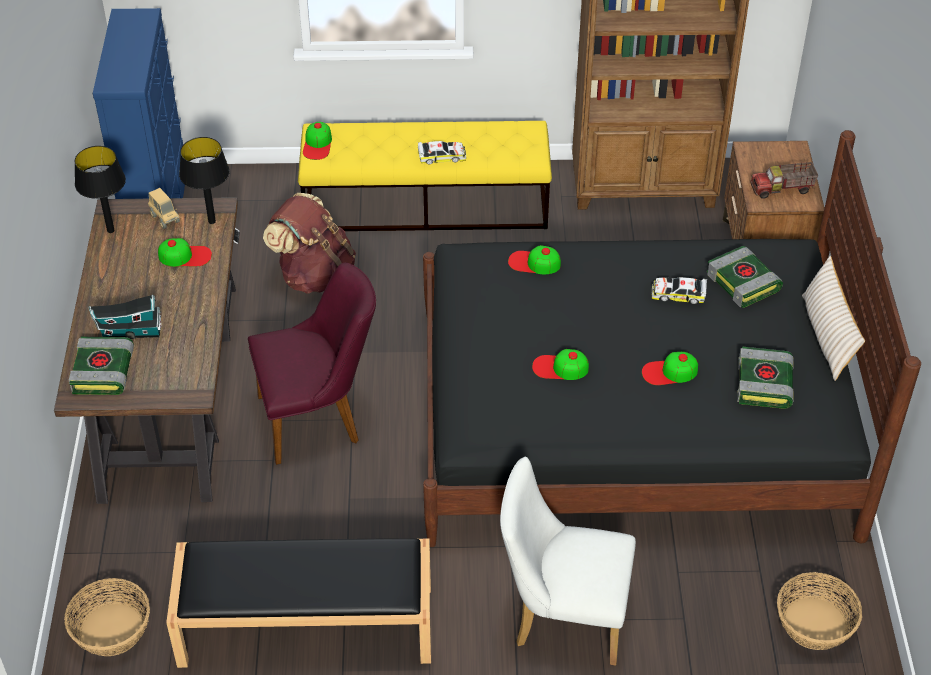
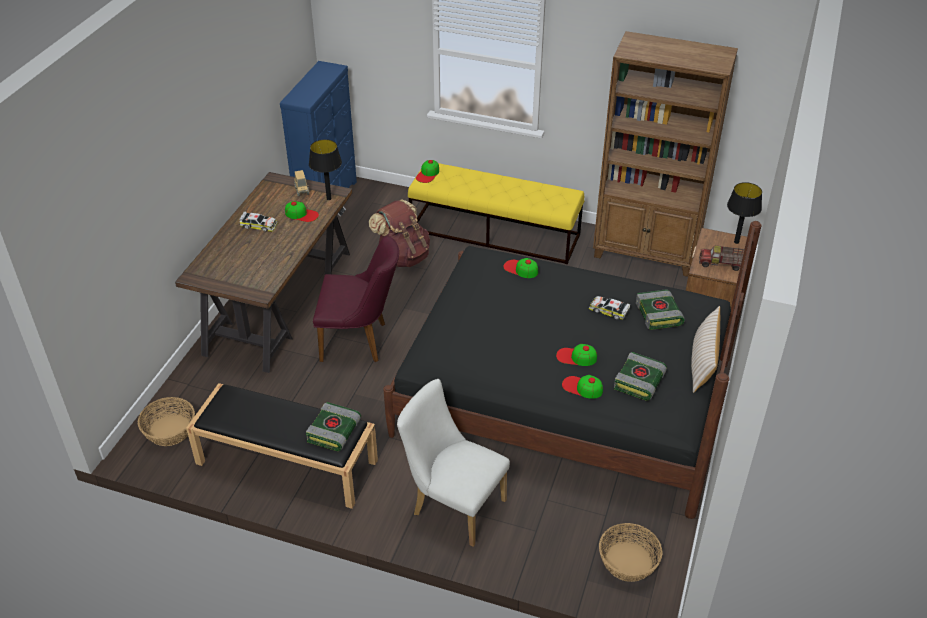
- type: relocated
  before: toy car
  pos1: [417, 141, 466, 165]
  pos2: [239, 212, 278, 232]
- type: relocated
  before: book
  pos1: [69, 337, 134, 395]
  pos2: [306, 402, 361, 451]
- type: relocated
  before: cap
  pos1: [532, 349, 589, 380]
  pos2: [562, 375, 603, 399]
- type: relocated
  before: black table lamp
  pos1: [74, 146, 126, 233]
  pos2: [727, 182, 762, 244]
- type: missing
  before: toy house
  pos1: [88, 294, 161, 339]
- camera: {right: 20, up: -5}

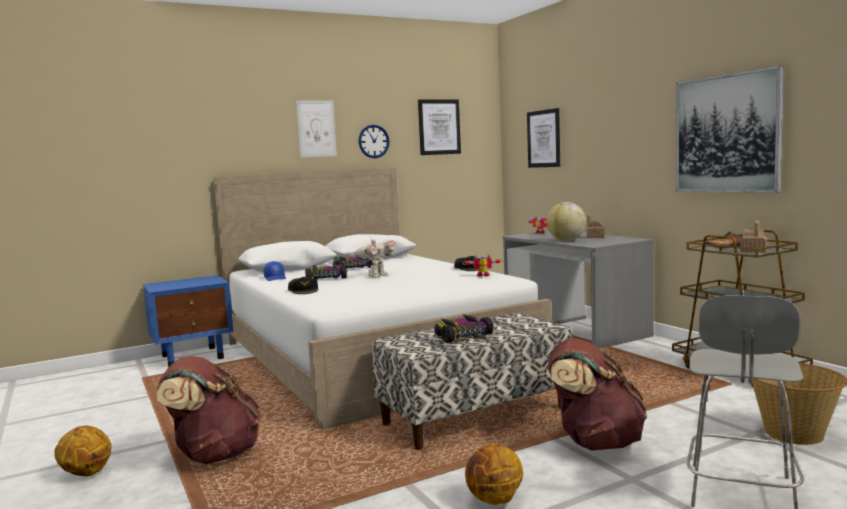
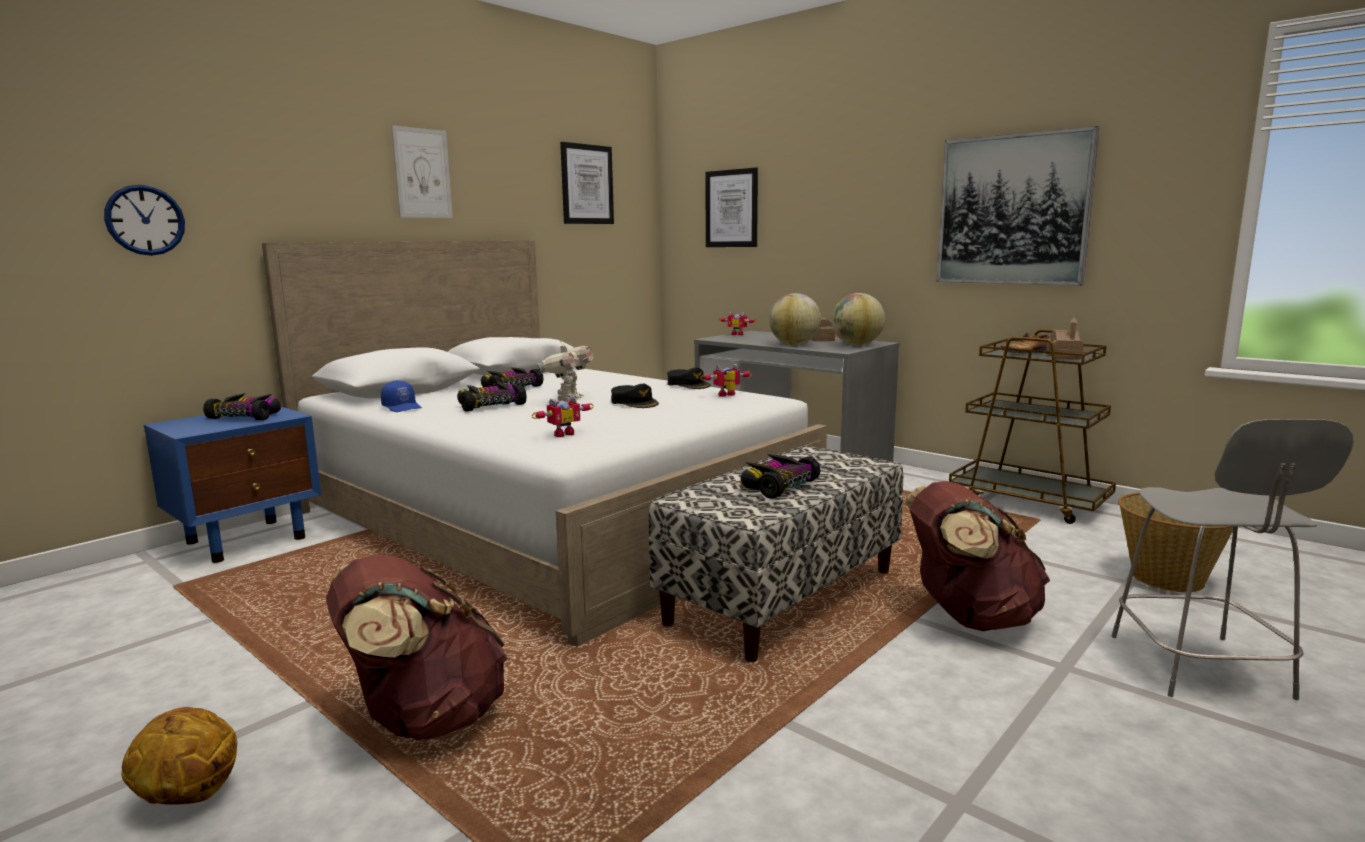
- type: relocated
  before: wall clock
  pos1: [358, 124, 389, 158]
  pos2: [104, 185, 185, 256]
- type: appeared
  after: toy car
  pos2: [203, 393, 281, 420]
- type: appeared
  after: toy robot
  pos2: [532, 395, 594, 437]
- type: relocated
  before: black cap
  pos1: [288, 277, 318, 294]
  pos2: [611, 384, 659, 408]
- type: appeared
  after: globe
  pos2: [832, 293, 885, 345]
- type: missing
  before: basketball
  pos1: [465, 443, 523, 505]
- camera: {right: -20, up: 5}

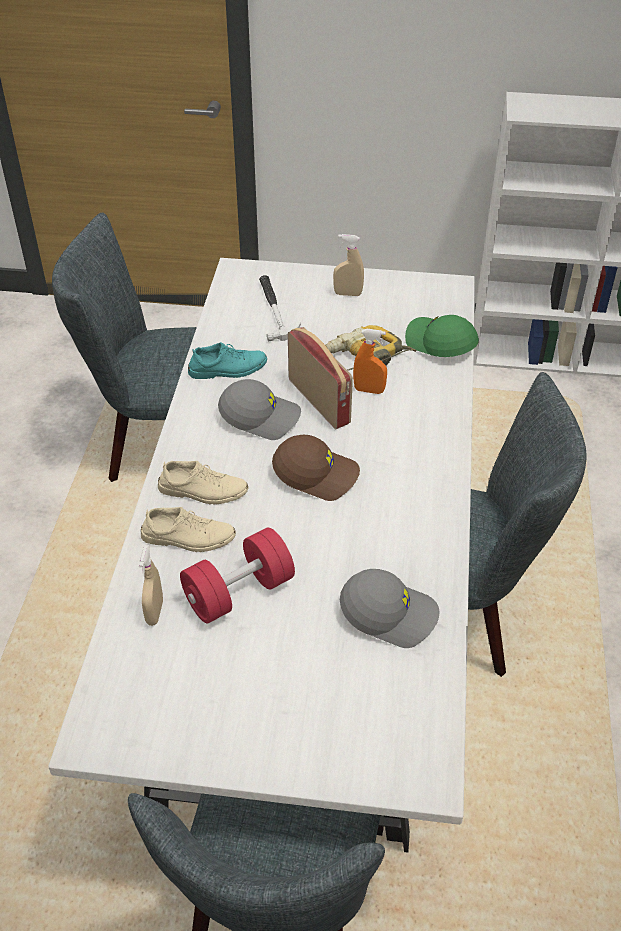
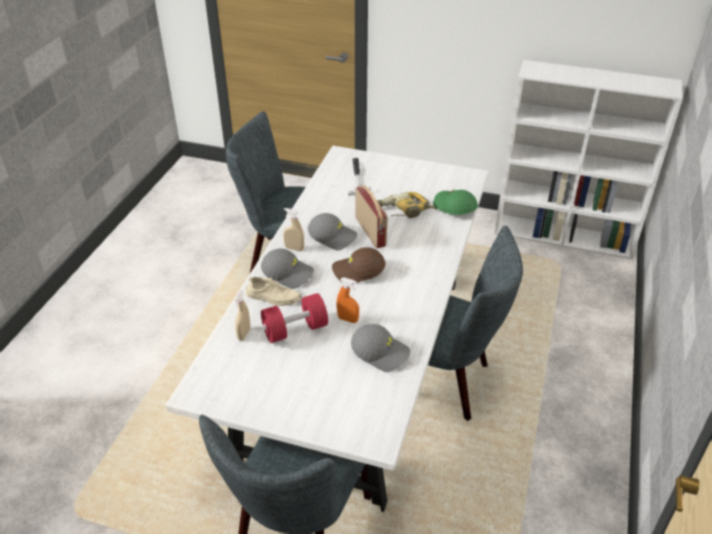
- type: exchanged
  before: beige shoe
  after: grey cap
  pos1: [158, 461, 248, 505]
  pos2: [261, 249, 314, 289]
- type: relocated
  before: beige spray bottle
  pos1: [333, 234, 364, 296]
  pos2: [283, 208, 304, 251]
- type: spun
  before: brown cap
  pos1: [272, 435, 360, 501]
  pos2: [332, 247, 385, 284]
  turn: 150
- type: relocated
  before: orange spray bottle
  pos1: [353, 329, 387, 394]
  pos2: [336, 277, 359, 323]
- type: missing
  before: turquoise shoe
  pos1: [188, 342, 267, 379]
- camera: {right: 10, up: -5}

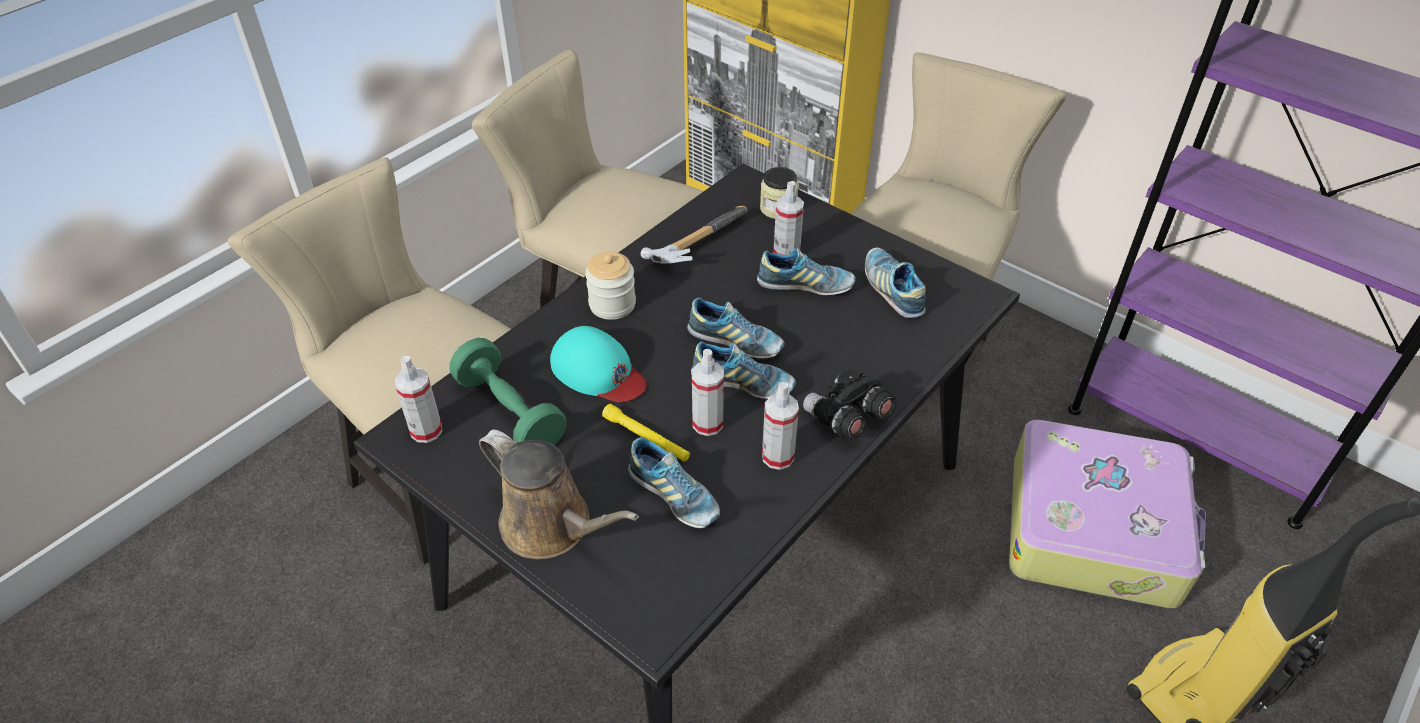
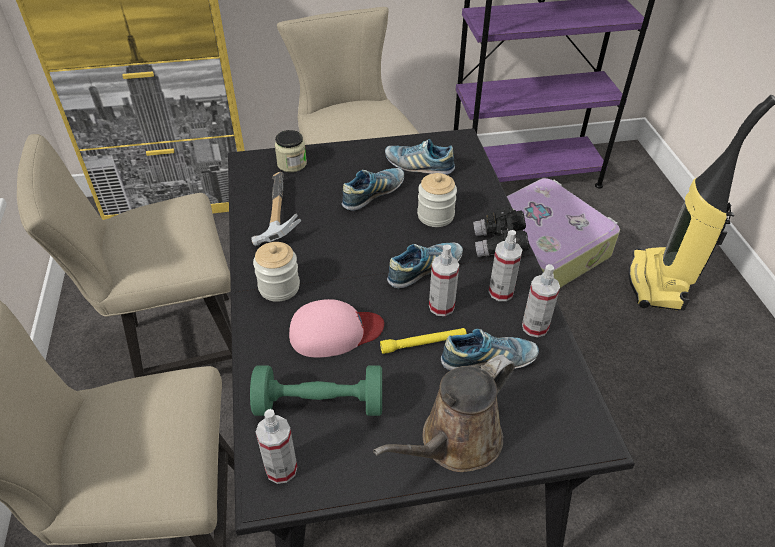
- type: colour
  before: turquoise cap
  after: pink cap
  pos1: [550, 326, 647, 402]
  pos2: [289, 299, 384, 358]
- type: spun
  before: brown watering can
  pos1: [479, 430, 639, 559]
  pos2: [373, 355, 515, 472]
  turn: 150
- type: appeared
  after: jar
  pos2: [417, 173, 457, 227]
- type: relocated
  before: spray bottle
  pos1: [773, 181, 804, 255]
  pos2: [522, 264, 560, 337]
- type: missing
  before: shoe
  pos1: [687, 297, 785, 359]
- camera: {right: -50, up: 0}

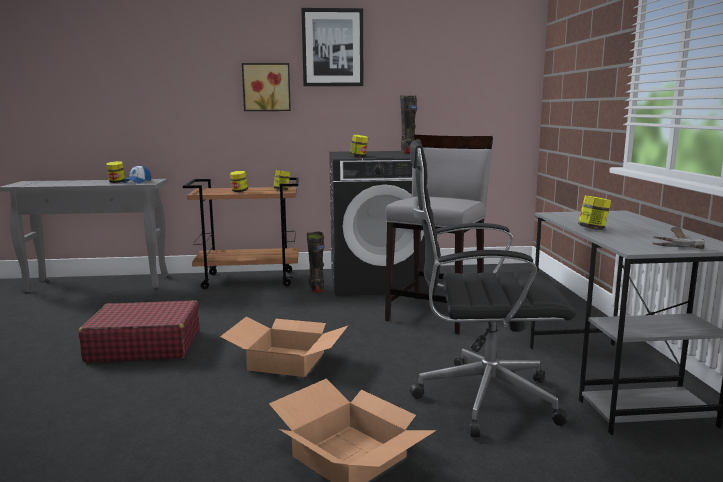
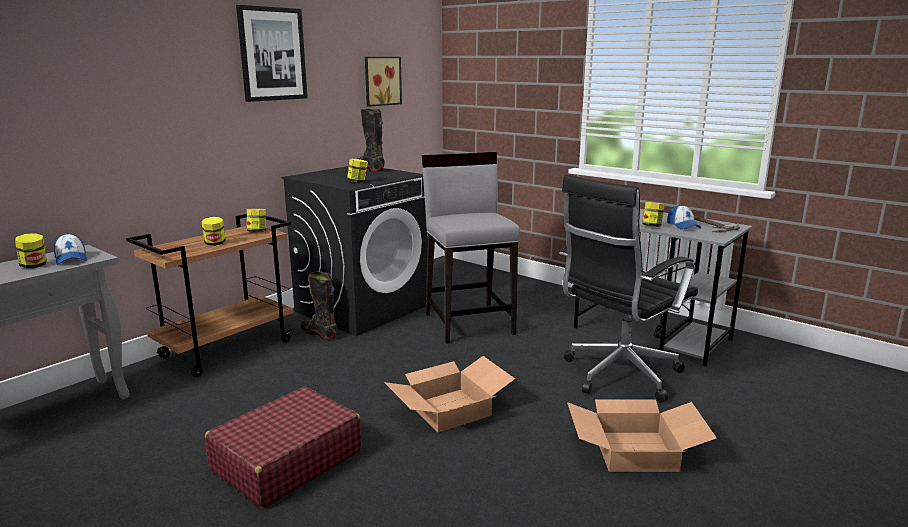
- type: relocated
  before: picture
  pos1: [242, 63, 291, 111]
  pos2: [365, 57, 402, 107]
- type: appeared
  after: cap
  pos2: [667, 205, 701, 230]
- camera: {right: -45, up: 5}

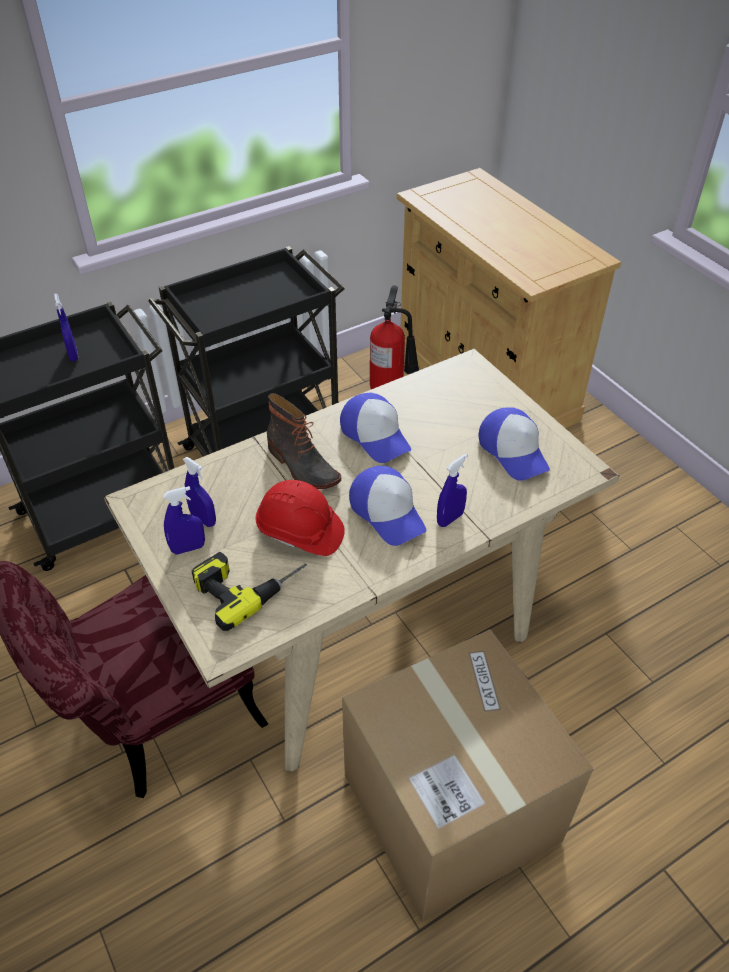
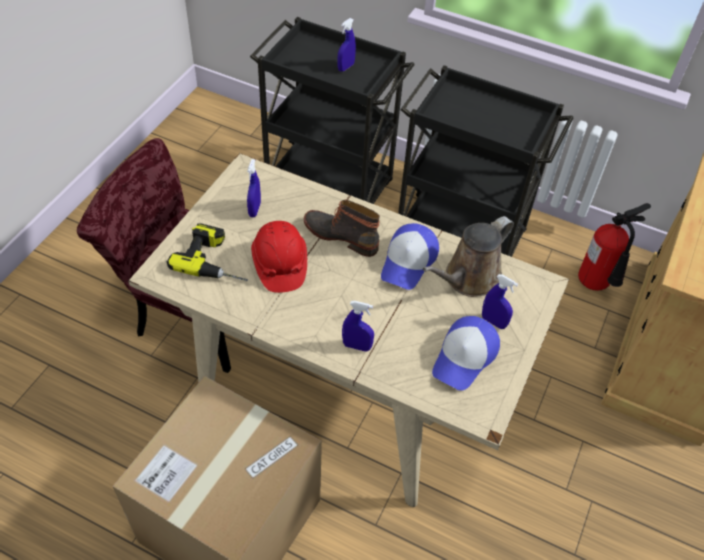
- type: spun
  before: boot
  pos1: [267, 393, 341, 489]
  pos2: [304, 200, 380, 257]
  turn: 105
- type: appeared
  after: brown watering can
  pos2: [423, 216, 514, 297]
- type: relocated
  before: blue spray bottle
  pos1: [163, 486, 205, 554]
  pos2: [482, 274, 518, 329]
- type: missing
  before: cap
  pos1: [349, 466, 426, 546]
- camera: {right: 55, up: 5}

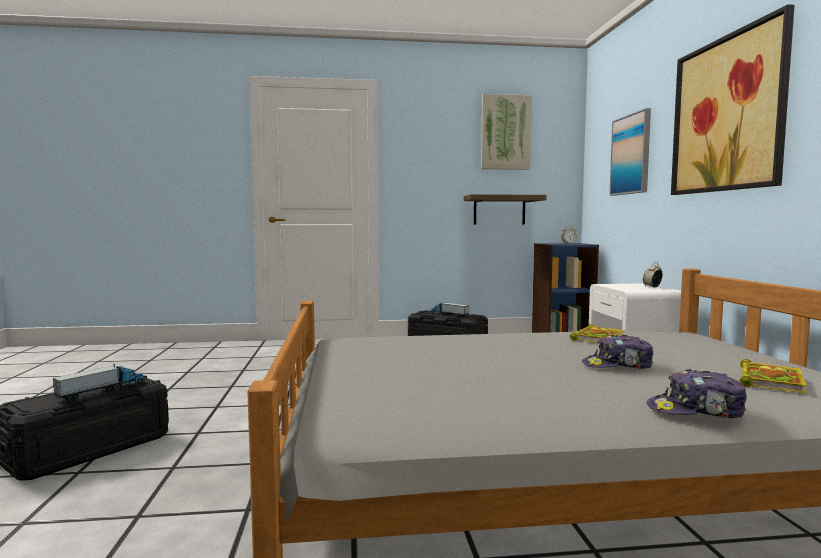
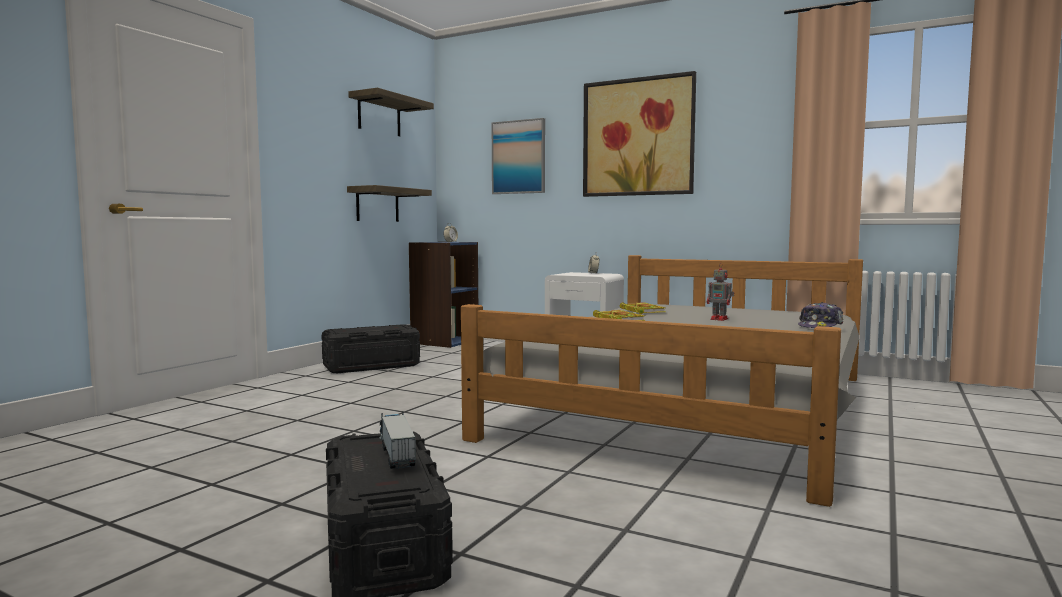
- type: exchanged
  before: picture
  after: shelf
  pos1: [481, 94, 532, 170]
  pos2: [348, 88, 434, 136]
- type: relocated
  before: book
  pos1: [740, 359, 807, 393]
  pos2: [593, 310, 645, 321]
- type: exchanged
  before: cap
  after: toy robot
  pos1: [582, 335, 653, 369]
  pos2: [707, 263, 734, 321]
- type: missing
  before: toy truck
  pos1: [430, 302, 470, 318]
- camera: {right: -55, up: 0}

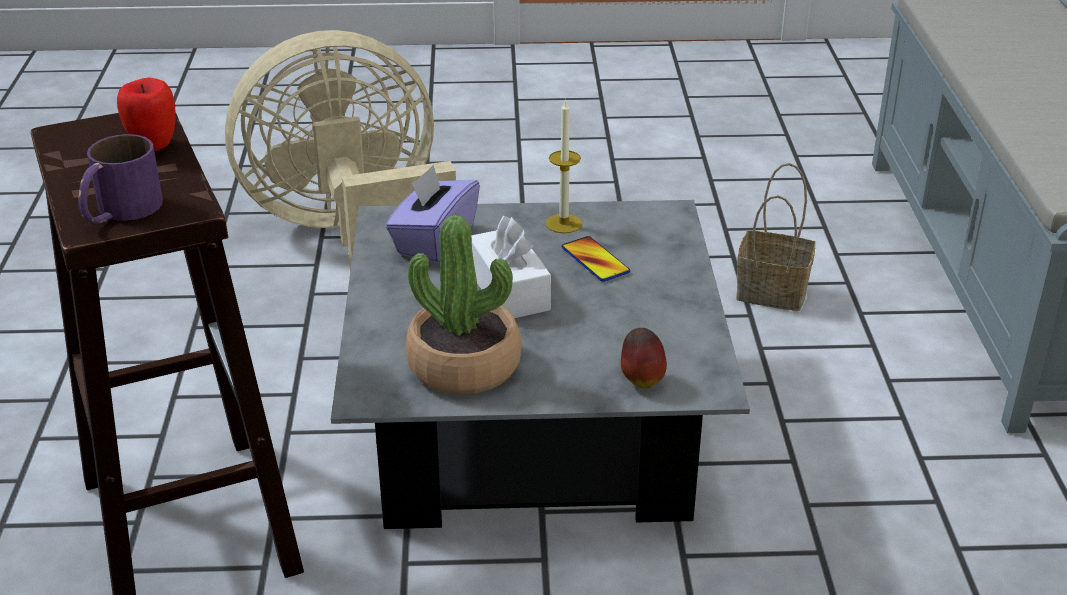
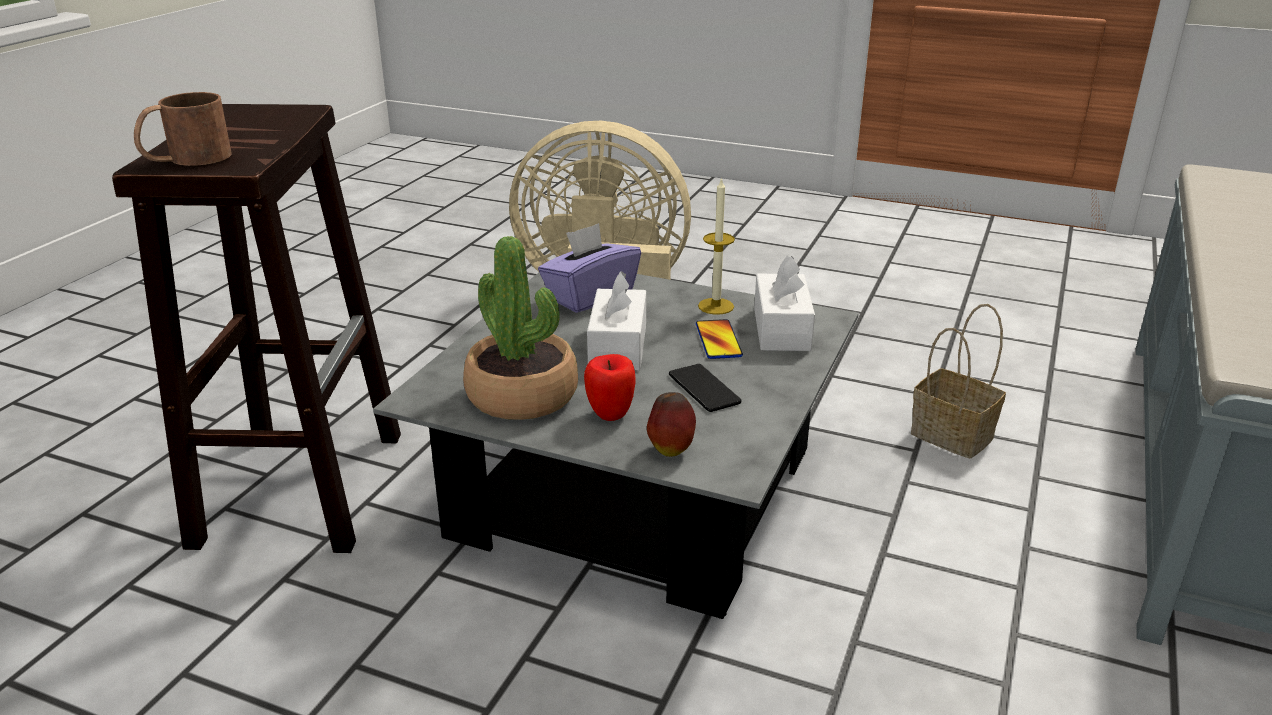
- type: colour
  before: purple mug
  after: brown mug
  pos1: [78, 134, 163, 223]
  pos2: [134, 92, 232, 166]
- type: relocated
  before: apple
  pos1: [117, 77, 176, 151]
  pos2: [584, 354, 635, 421]
- type: appeared
  after: phone
  pos2: [669, 364, 742, 412]
- type: appeared
  after: white tissue box
  pos2: [754, 256, 815, 351]
- camera: {right: 25, up: -5}

